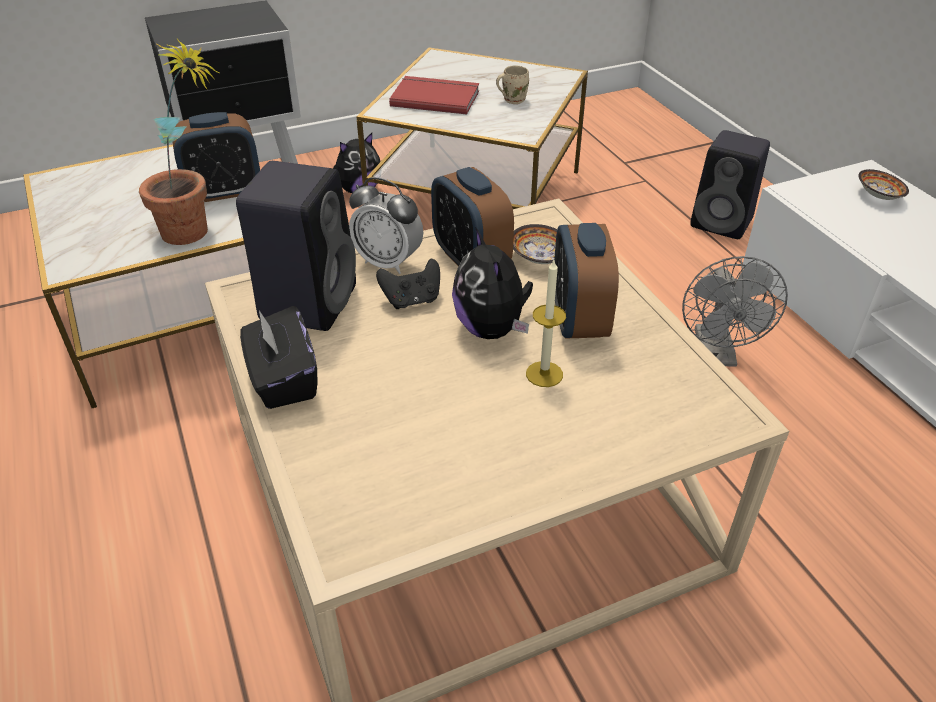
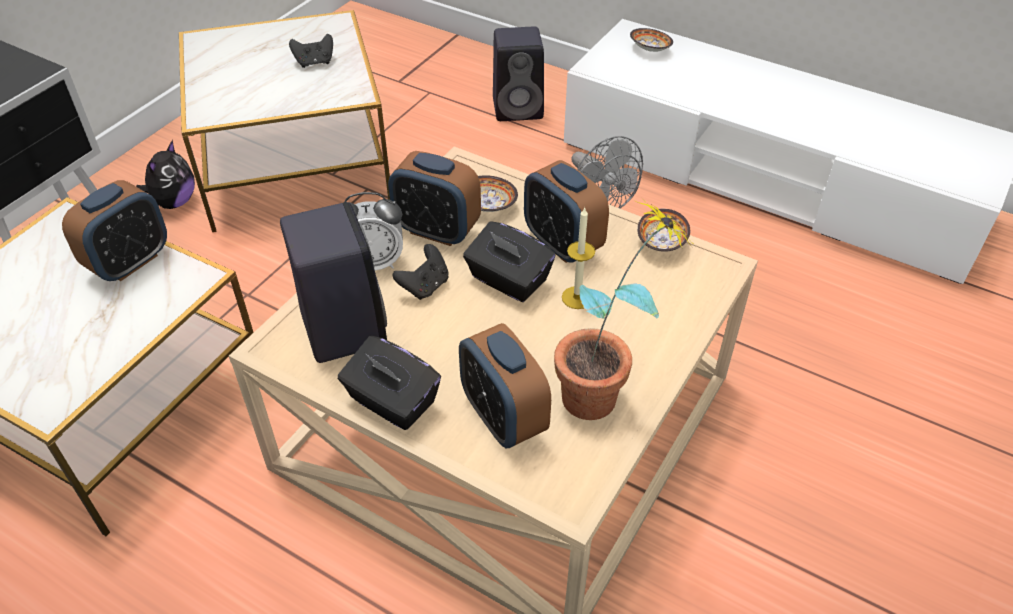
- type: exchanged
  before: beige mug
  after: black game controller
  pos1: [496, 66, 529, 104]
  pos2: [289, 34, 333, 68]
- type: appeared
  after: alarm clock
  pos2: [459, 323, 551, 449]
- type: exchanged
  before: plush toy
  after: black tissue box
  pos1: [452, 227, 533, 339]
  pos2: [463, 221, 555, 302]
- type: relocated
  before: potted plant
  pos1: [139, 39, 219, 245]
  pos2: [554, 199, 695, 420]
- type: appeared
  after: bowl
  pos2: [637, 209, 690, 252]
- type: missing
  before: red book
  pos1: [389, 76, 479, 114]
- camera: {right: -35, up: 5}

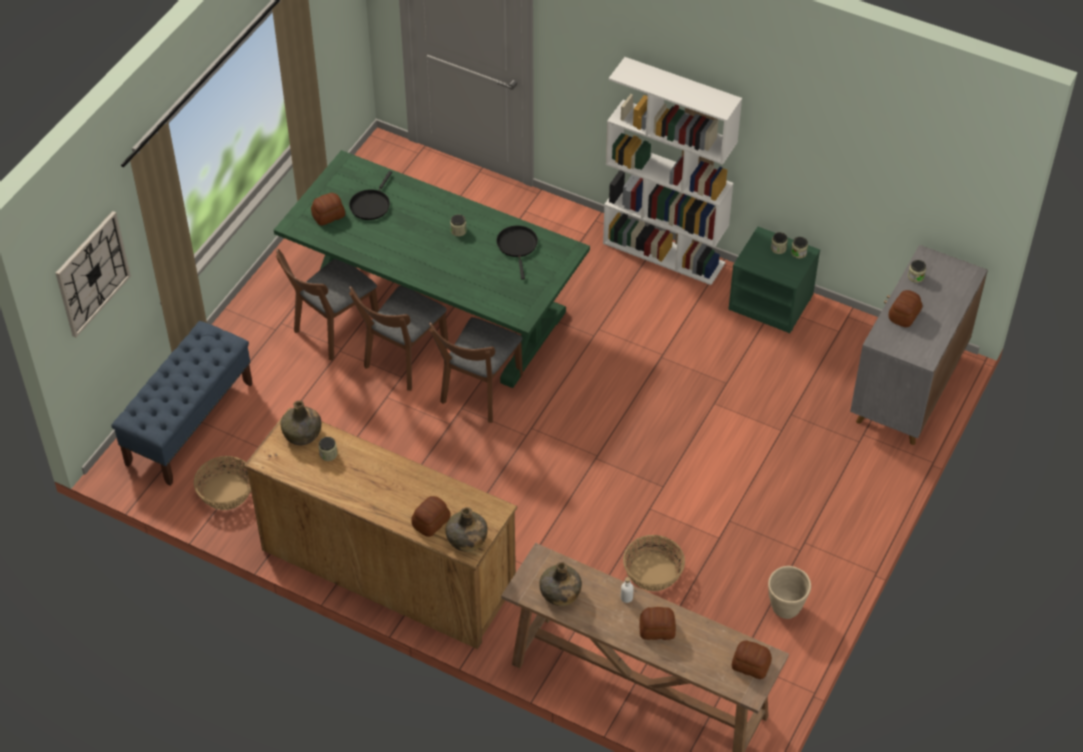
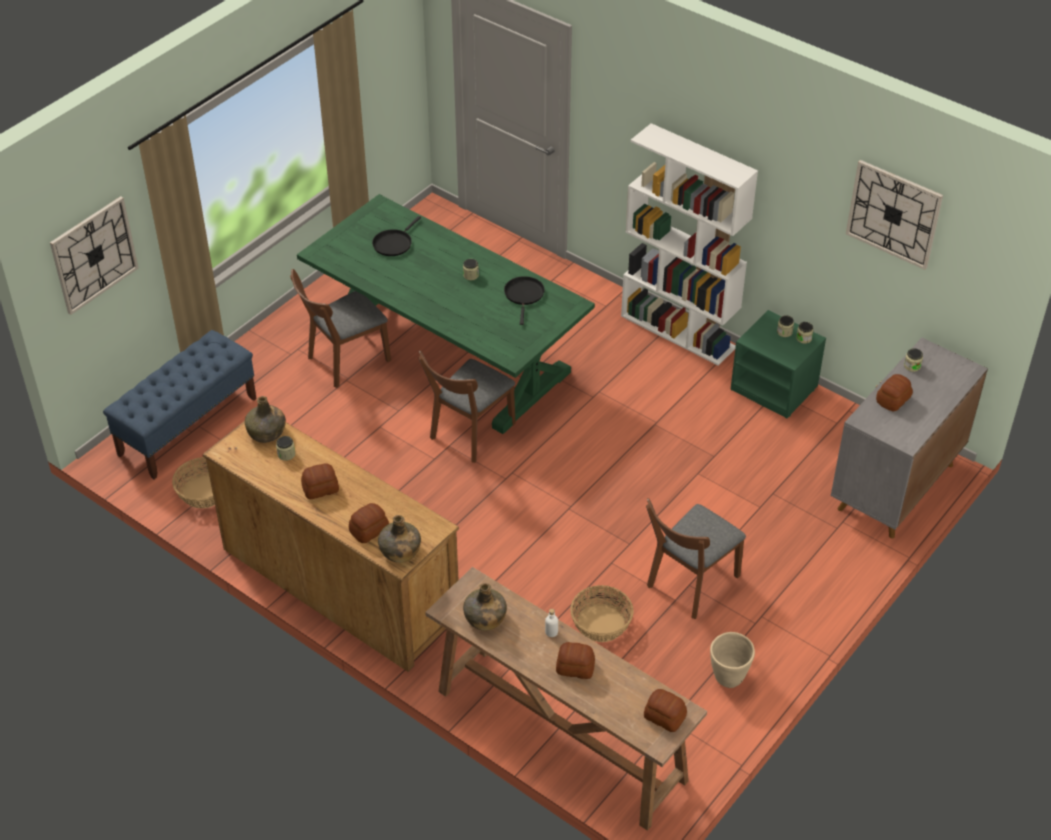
- type: relocated
  before: bread
  pos1: [311, 193, 345, 225]
  pos2: [301, 463, 339, 499]
- type: relocated
  before: brown chair
  pos1: [349, 286, 448, 391]
  pos2: [646, 498, 746, 619]
- type: appeared
  after: wall clock
  pos2: [846, 160, 943, 270]
- camera: {right: 10, up: -5}

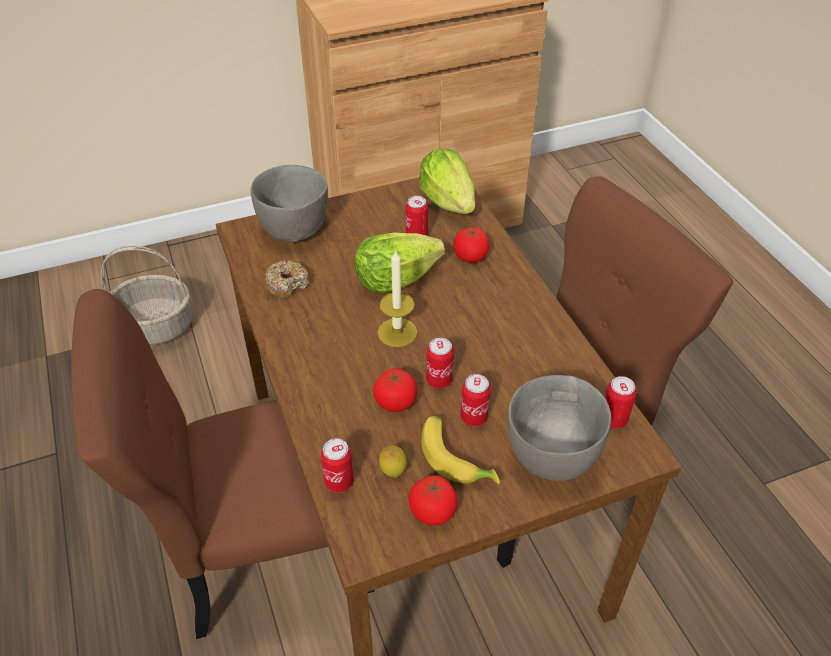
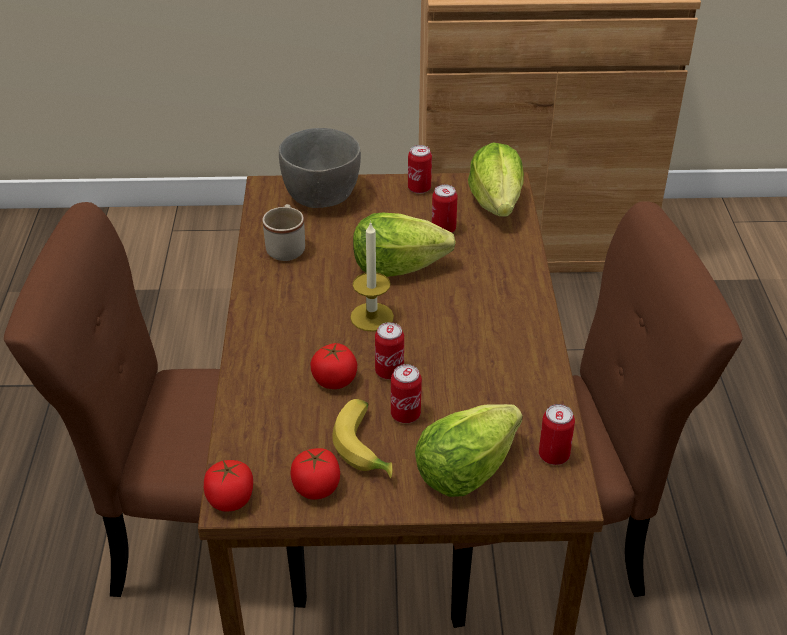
- type: relocated
  before: tomato
  pos1: [453, 227, 490, 263]
  pos2: [204, 460, 253, 512]
- type: exchanged
  before: donut
  after: beige mug
  pos1: [264, 260, 310, 299]
  pos2: [263, 204, 305, 261]
- type: relocated
  before: can
  pos1: [321, 438, 354, 493]
  pos2: [408, 145, 432, 194]
- type: exchanged
  before: grey bowl
  after: lettuce
  pos1: [508, 375, 611, 481]
  pos2: [415, 404, 523, 497]
- type: missing
  before: basket
  pos1: [100, 245, 192, 346]
- type: missing
  before: lemon
  pos1: [379, 445, 407, 478]
- camera: {right: 20, up: -5}

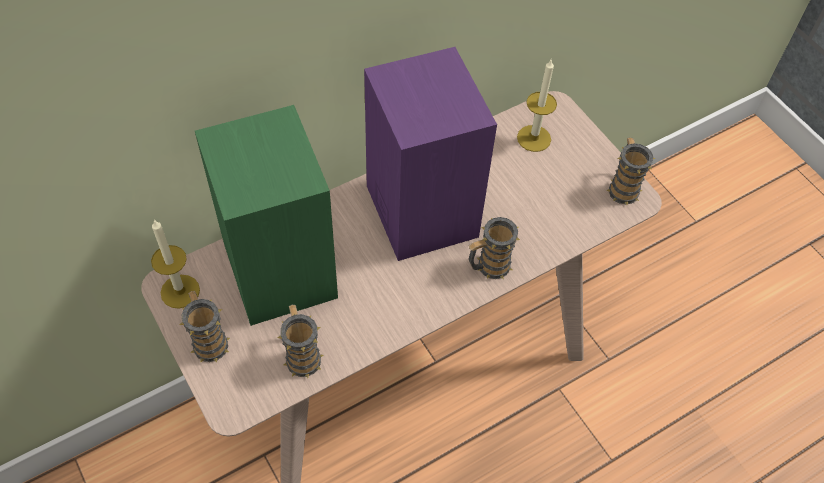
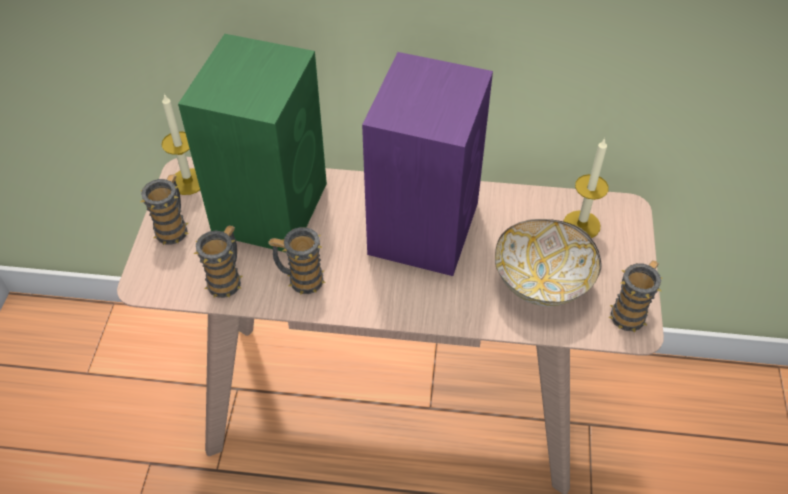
- type: relocated
  before: mug
  pos1: [469, 217, 520, 279]
  pos2: [268, 227, 326, 294]
- type: appeared
  after: bowl
  pos2: [495, 219, 601, 307]
- camera: {right: 40, up: -5}

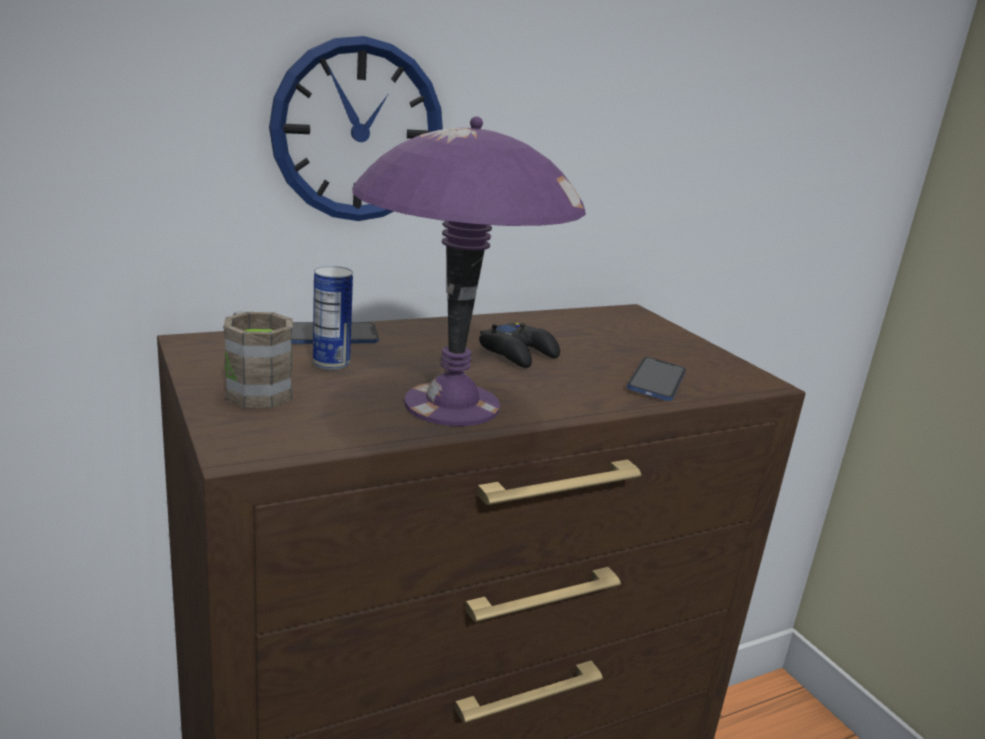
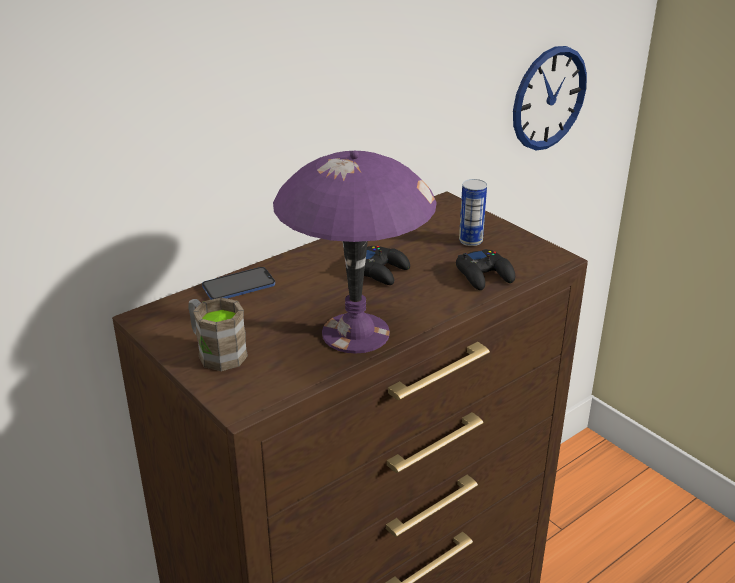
- type: exchanged
  before: phone
  after: black game controller
  pos1: [627, 357, 686, 401]
  pos2: [456, 249, 515, 290]
- type: relocated
  before: can
  pos1: [313, 266, 353, 370]
  pos2: [459, 179, 487, 246]
- type: relocated
  before: wall clock
  pos1: [269, 36, 443, 221]
  pos2: [513, 46, 587, 151]
- camera: {right: -10, up: 10}

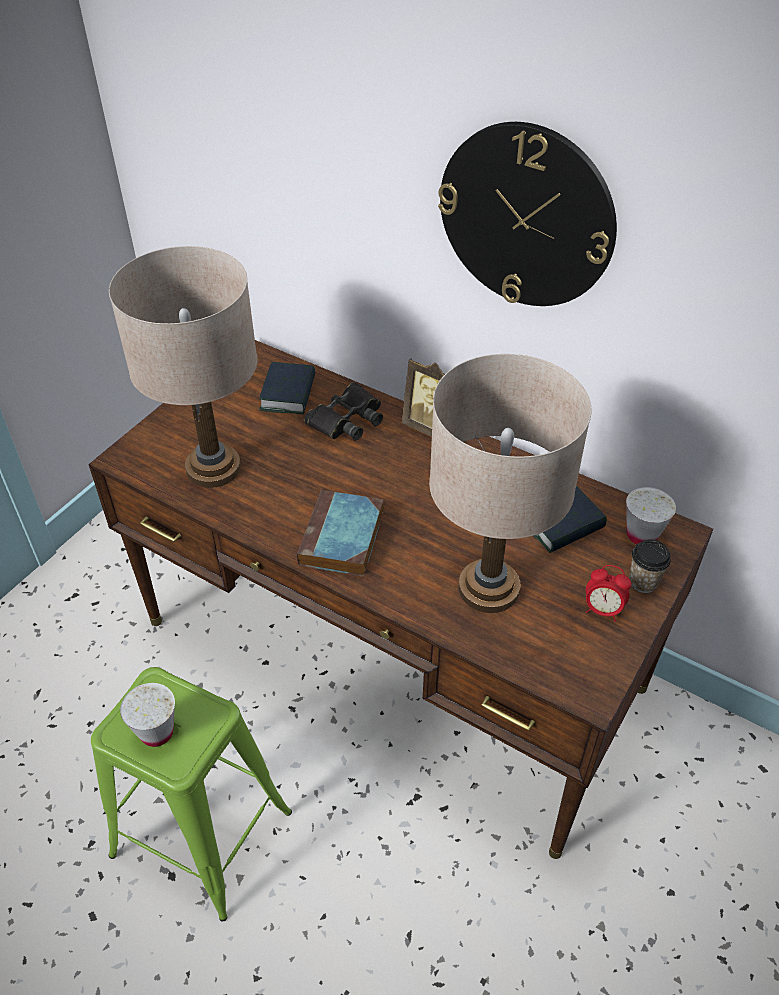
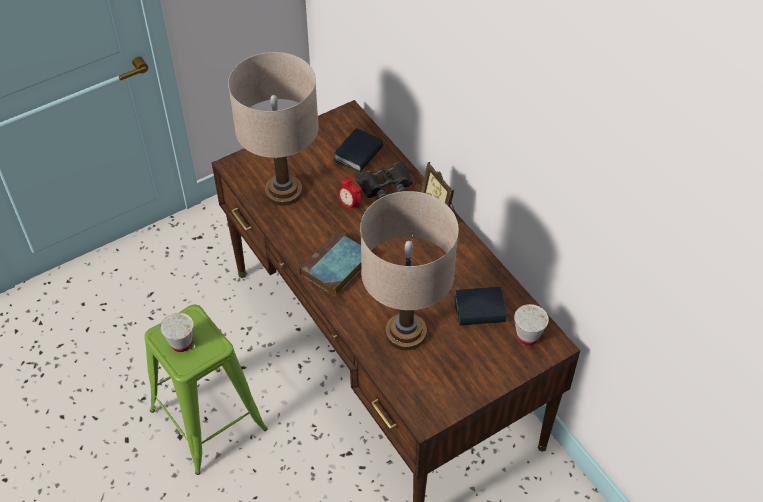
- type: relocated
  before: alarm clock
  pos1: [585, 565, 631, 622]
  pos2: [338, 176, 361, 212]
- type: missing
  before: wall clock
  pos1: [438, 122, 617, 306]
- type: missing
  before: cup
  pos1: [629, 539, 671, 593]
- camera: {right: 25, up: 5}

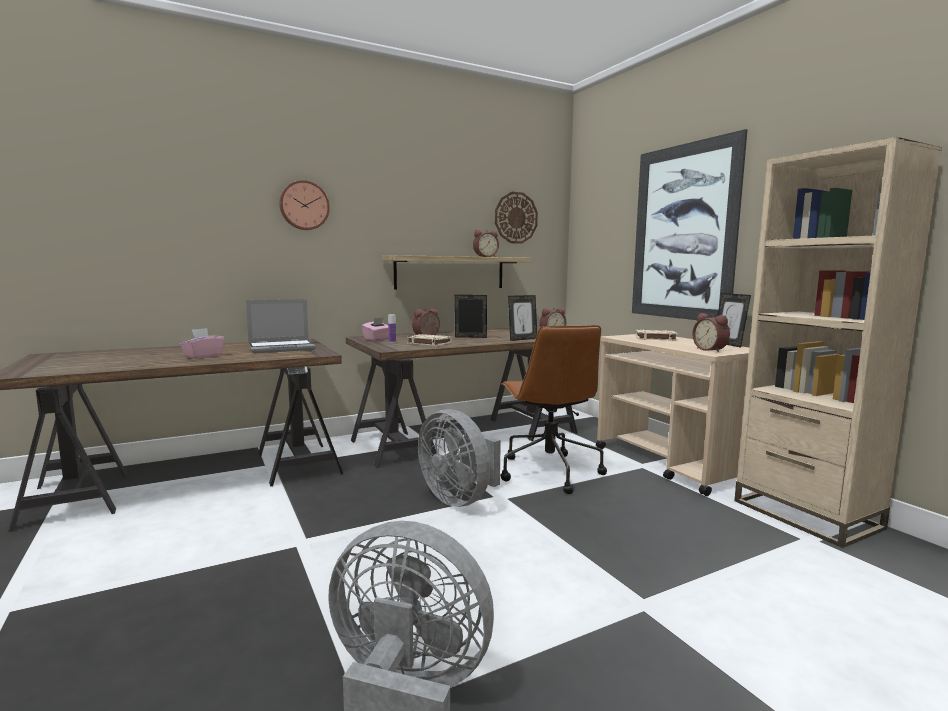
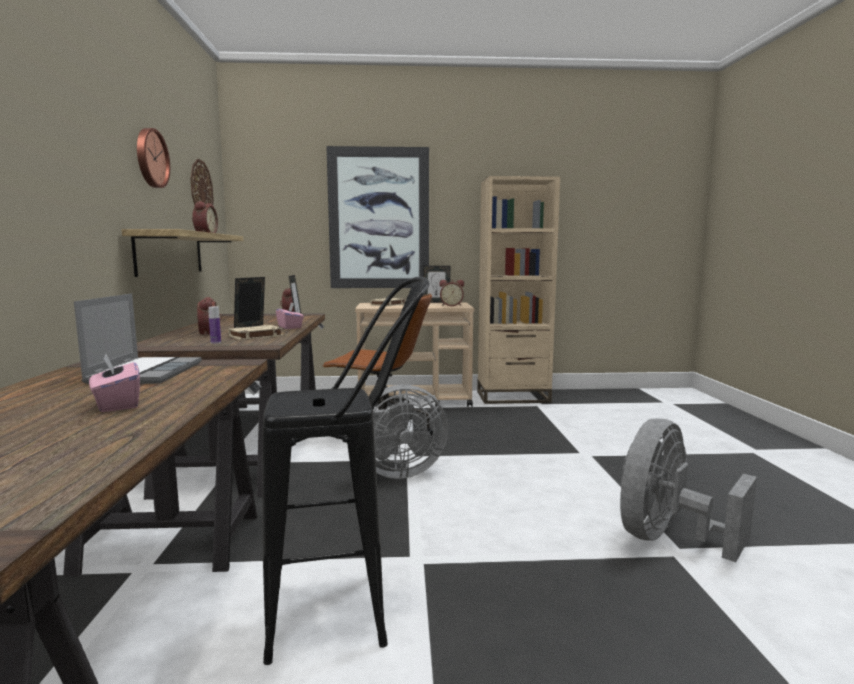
- type: relocated
  before: wall clock
  pos1: [279, 180, 330, 230]
  pos2: [137, 128, 170, 188]
- type: appeared
  after: black stool
  pos2: [263, 277, 430, 665]
- type: relocated
  before: pink tissue box
  pos1: [361, 317, 388, 341]
  pos2: [276, 303, 304, 329]
- camera: {right: -65, up: 0}

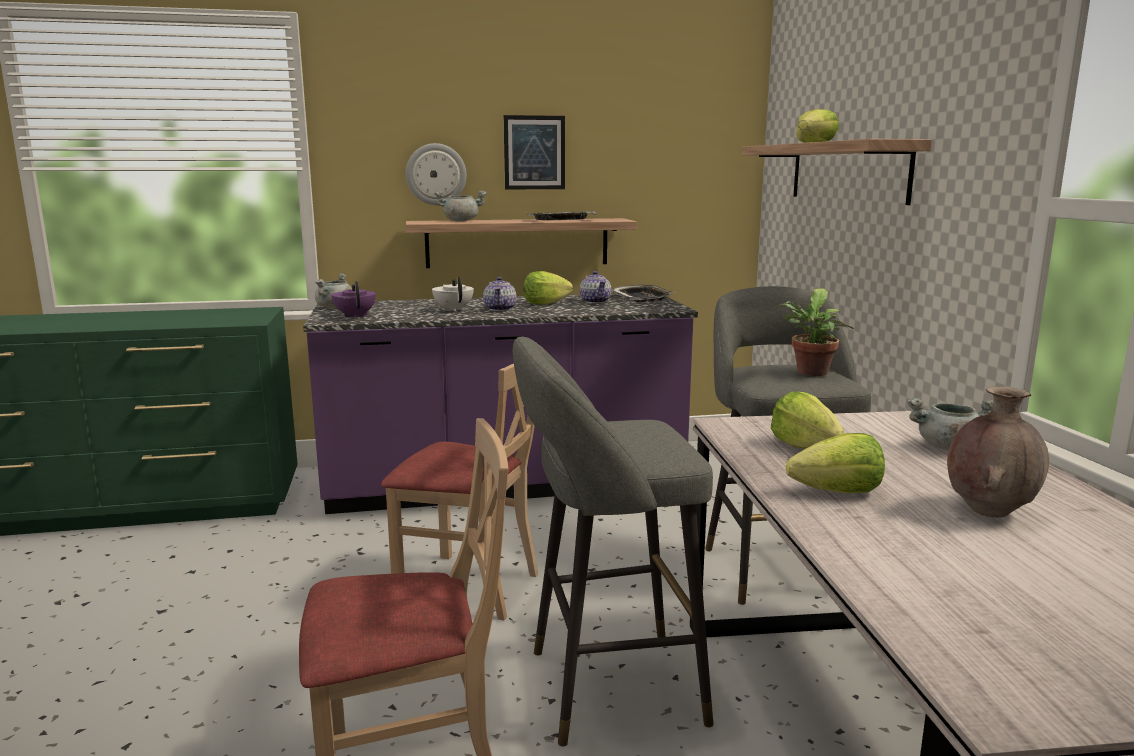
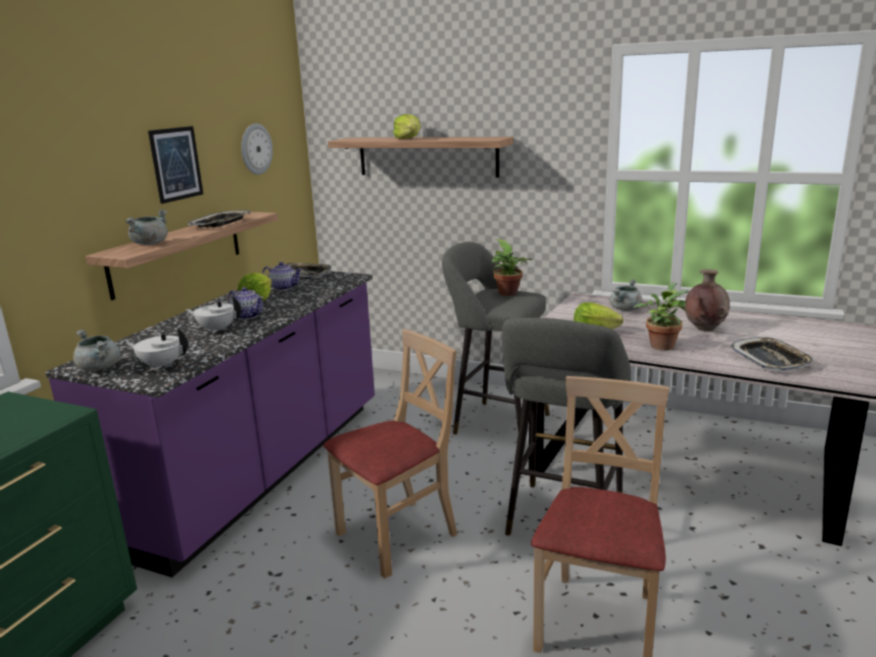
- type: colour
  before: purple teapot
  after: white teapot
  pos1: [331, 281, 376, 318]
  pos2: [126, 328, 188, 370]
- type: relocated
  before: wall clock
  pos1: [406, 143, 467, 205]
  pos2: [241, 124, 273, 175]
- type: exchanged
  before: lettuce
  after: potted plant
  pos1: [786, 433, 885, 493]
  pos2: [634, 282, 689, 351]
- type: appeared
  after: tray
  pos2: [729, 337, 815, 371]
- camera: {right: -55, up: 5}

